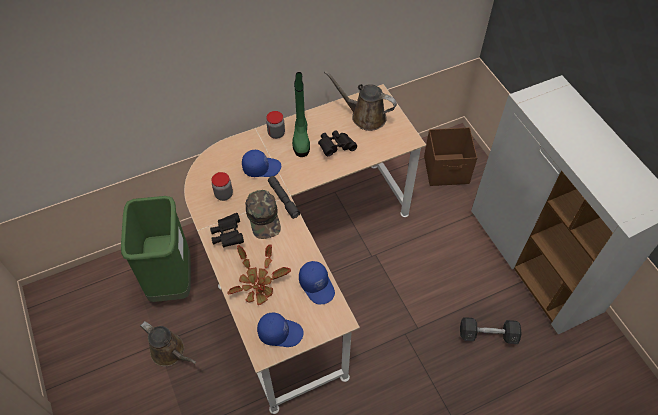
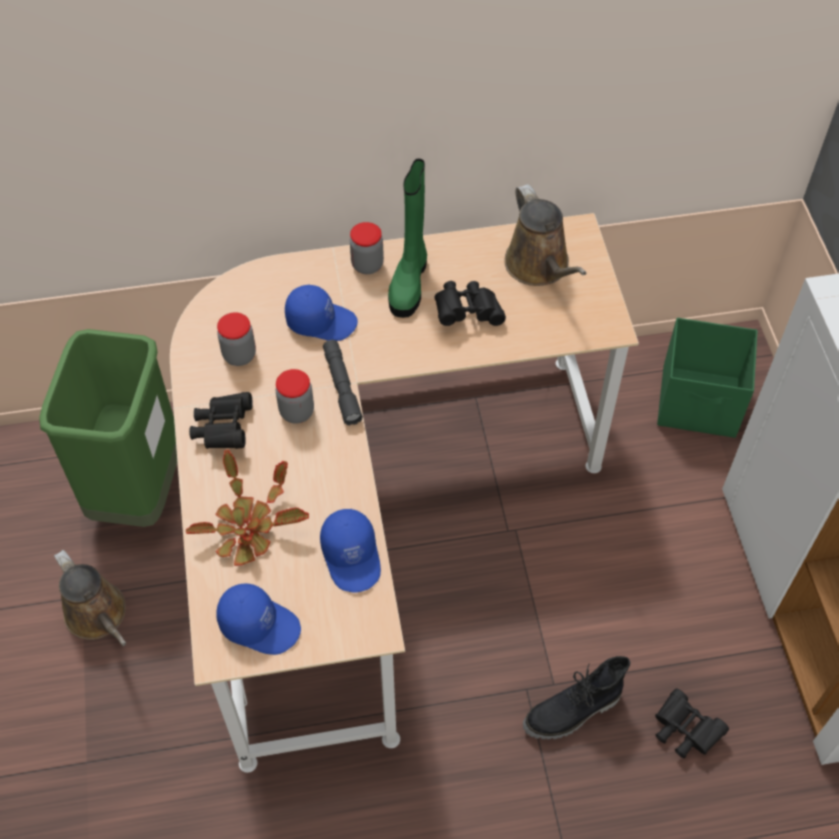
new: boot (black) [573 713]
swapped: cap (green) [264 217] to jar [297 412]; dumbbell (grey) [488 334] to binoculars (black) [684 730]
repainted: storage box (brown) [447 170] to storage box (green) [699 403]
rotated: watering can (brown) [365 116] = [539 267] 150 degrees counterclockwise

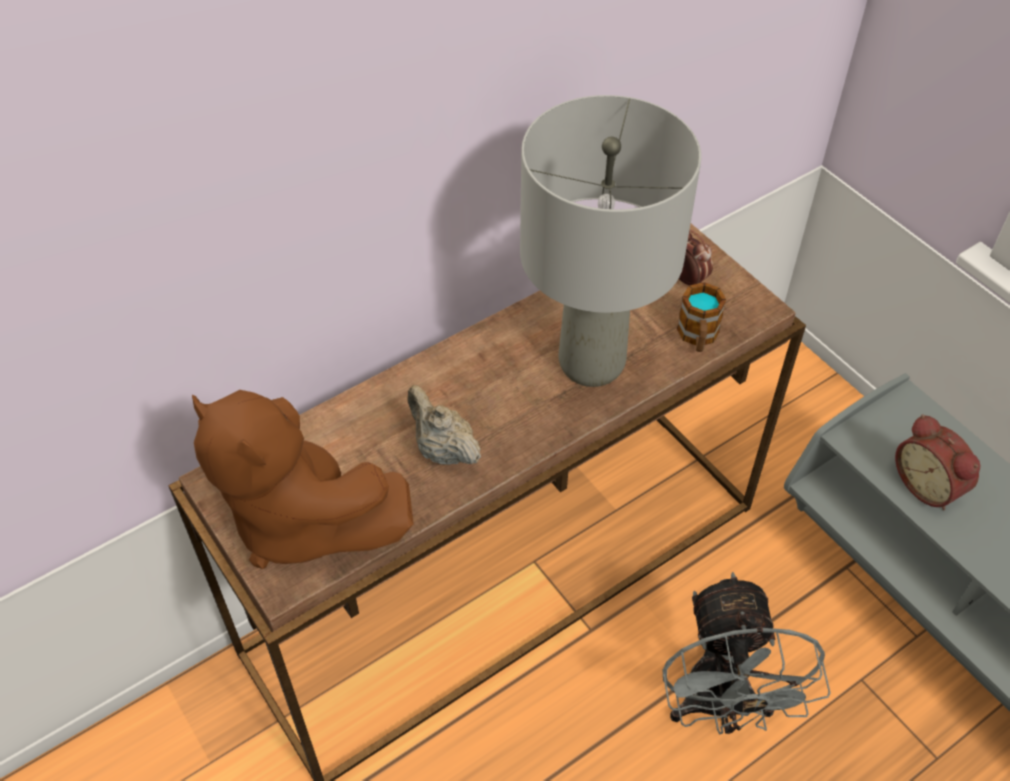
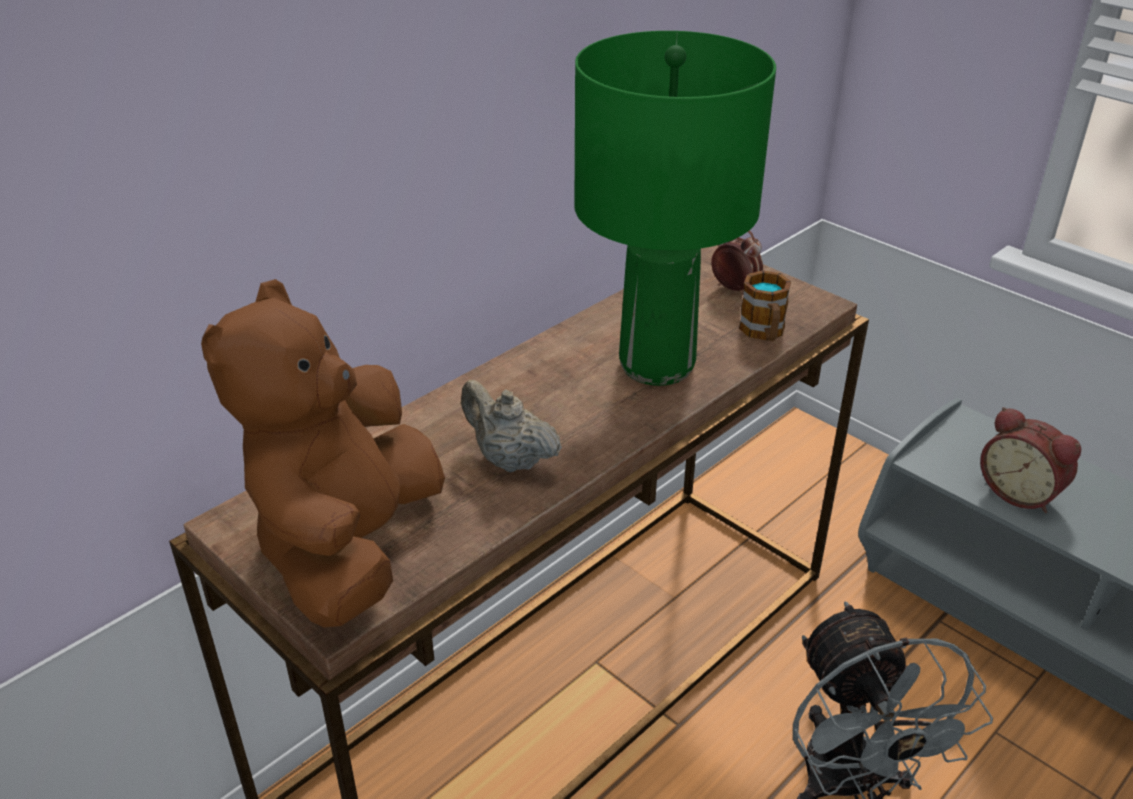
repainted: table lamp (grey) [590 362] to table lamp (green) [655 365]
rotated: plush toy (brown) [301 519] = [348 546] 75 degrees clockwise

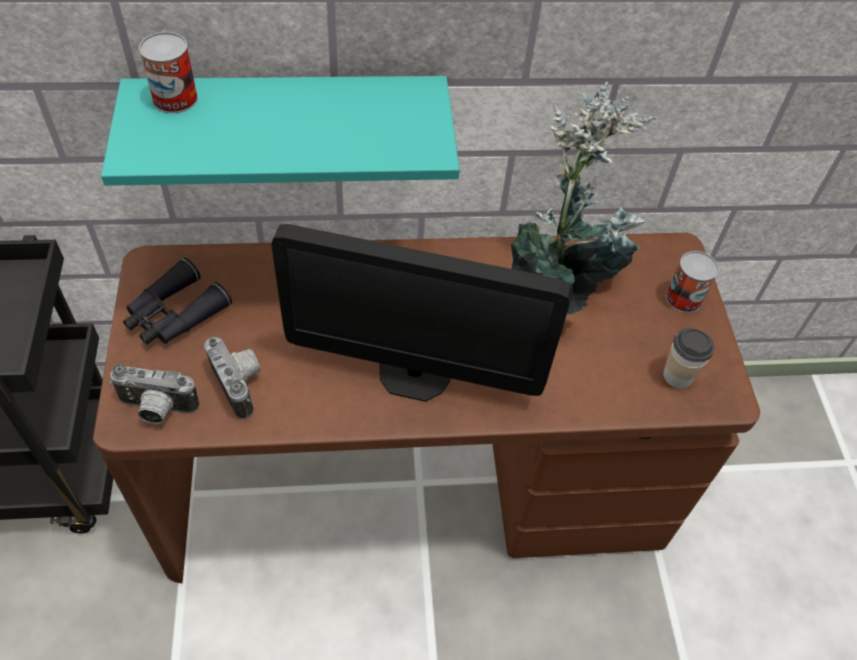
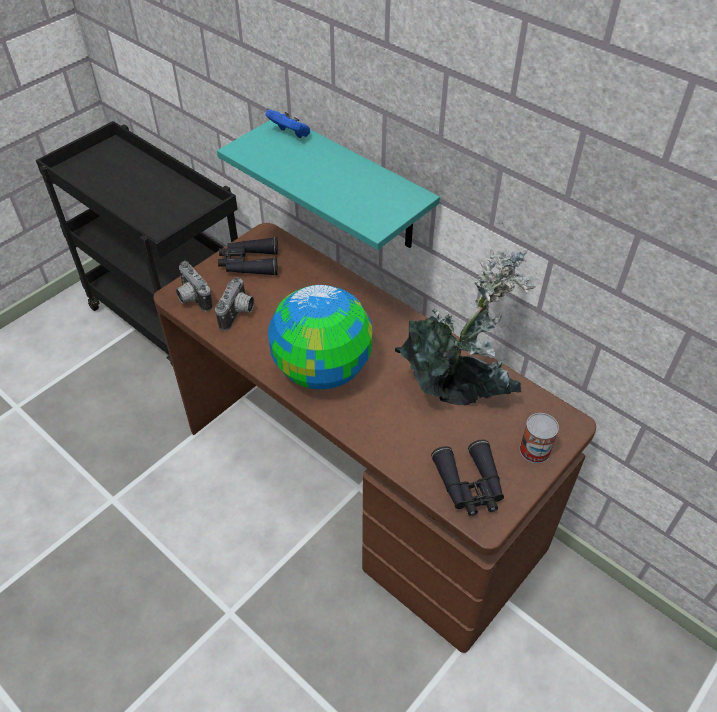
swapped: can [175 98] to game controller (blue) [290 134]; monitor [414 373] to globe [323 370]; cup [677 376] to binoculars (black) [469 485]

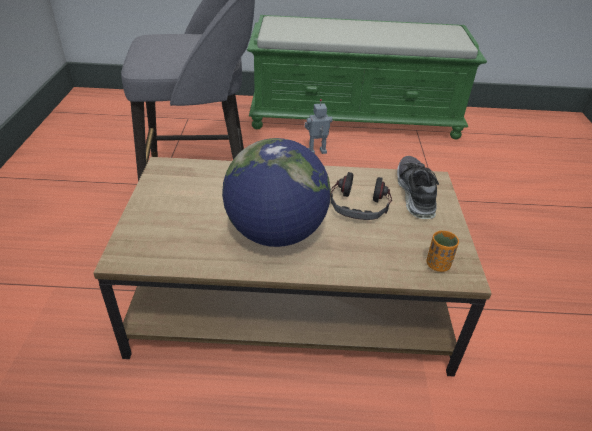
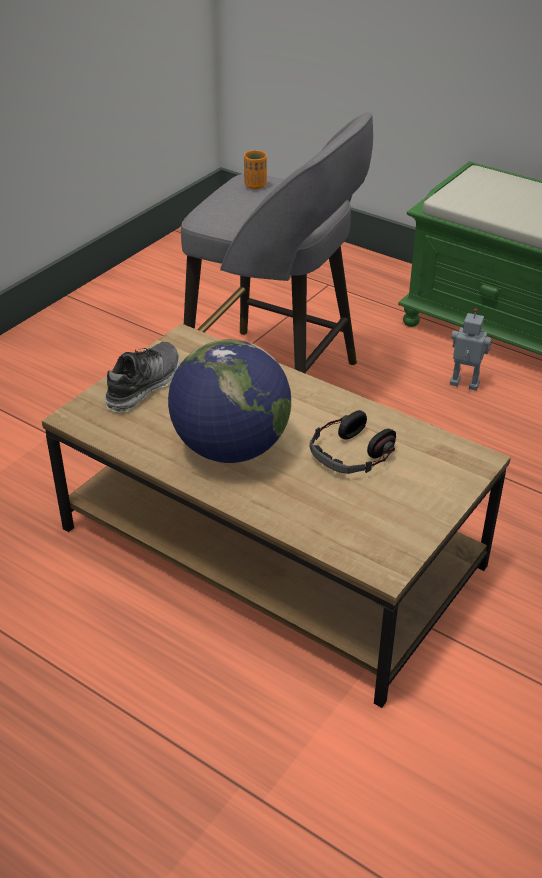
shifted: shoe [414 193] to [144 385]; cup (orange) [438 265] to [255 185]

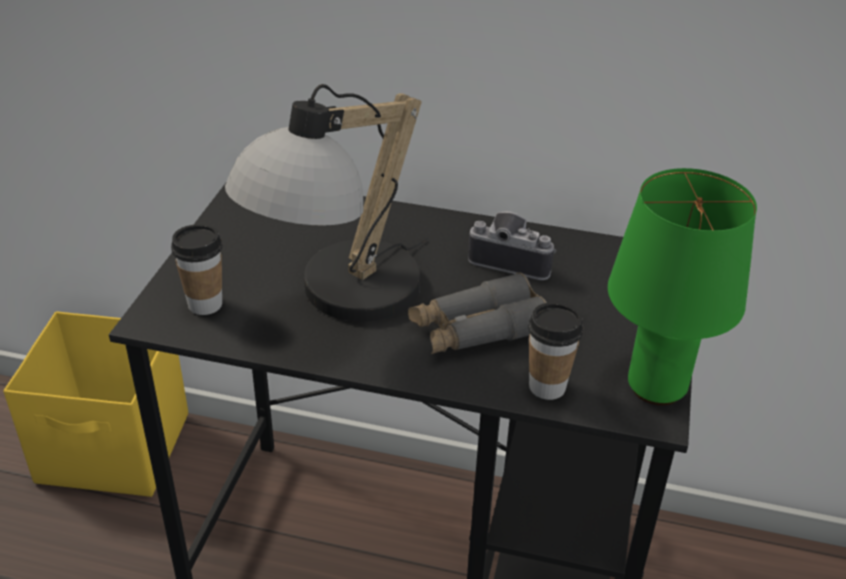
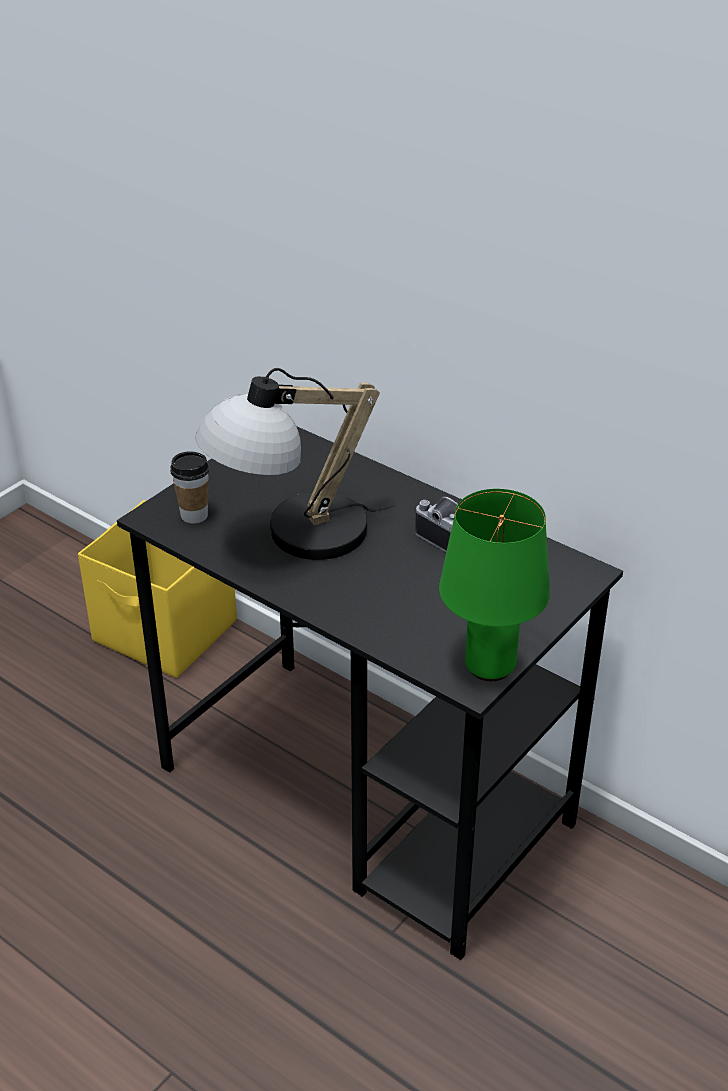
gone: binoculars (grey) [477 329]; cup [547 387]

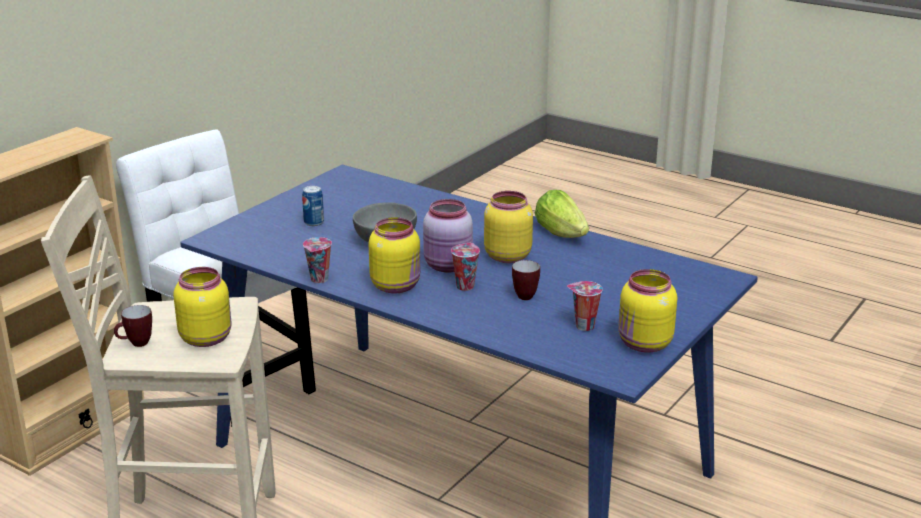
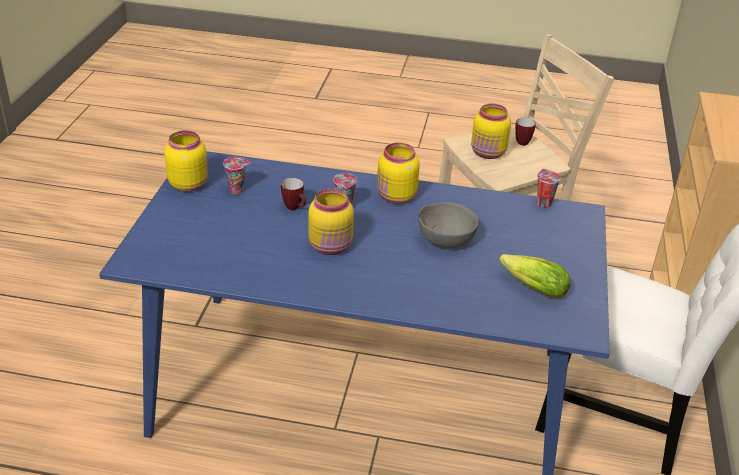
gone: can [314 222]; jar (pink) [449 266]
shifted: cup [319 280] to [543 203]; lettuce [563 234] to [530 287]

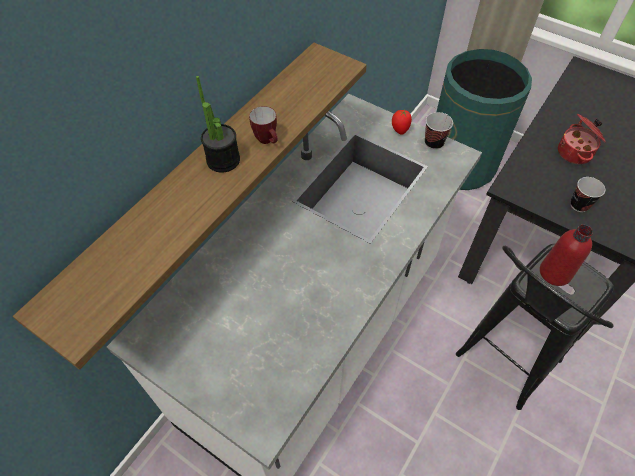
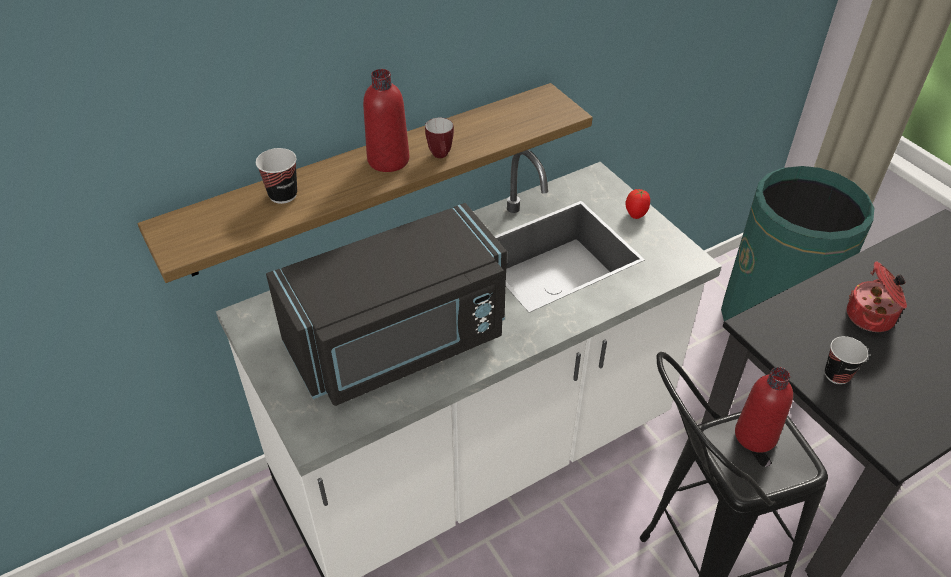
new: microwave (black) [400 343]
shifted: cup [434 143] to [283 195]
swapped: potted plant [223 160] to bottle (red) [388 160]

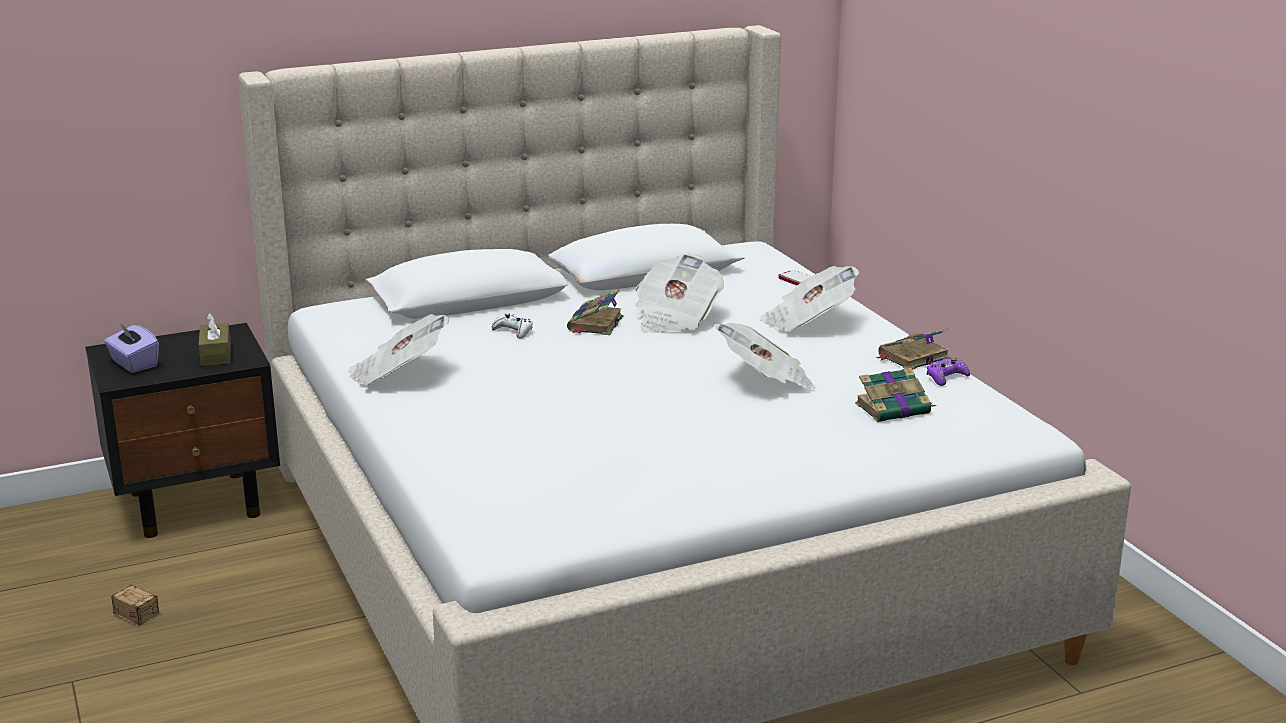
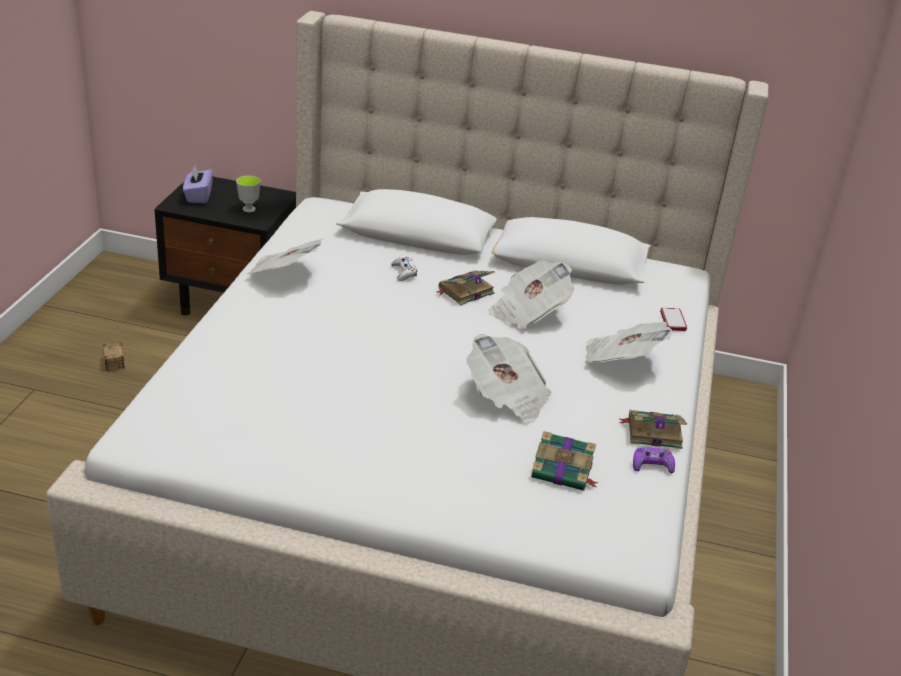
swapped: tissue box (brown) [216 354] to cup [249 209]

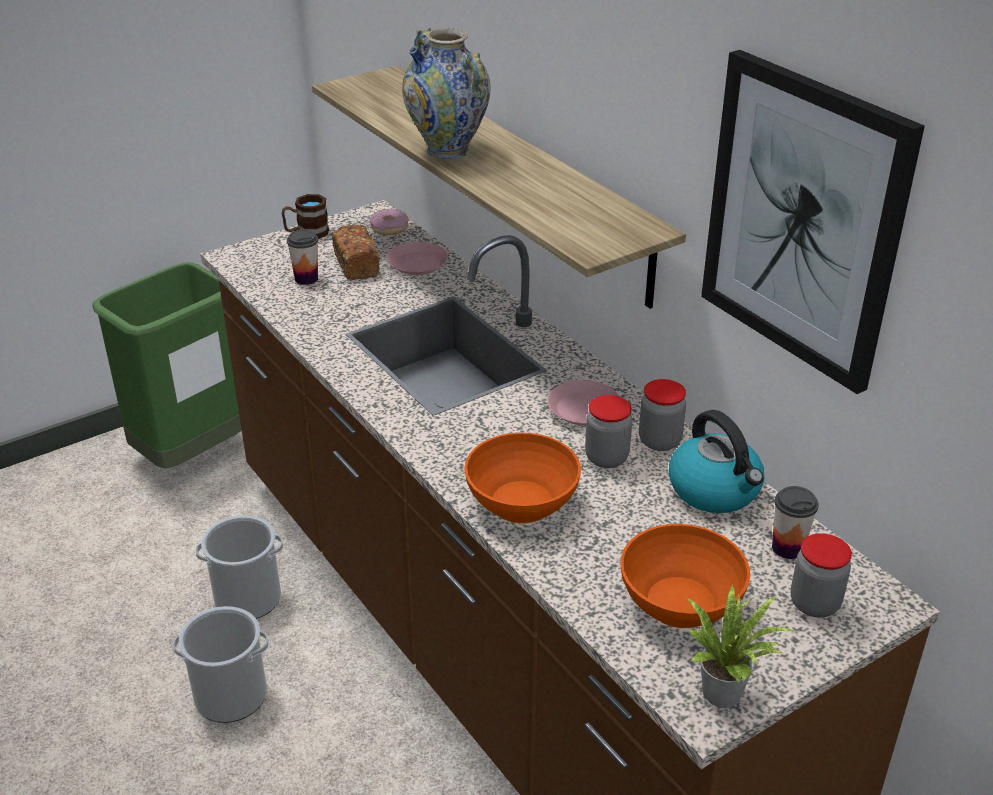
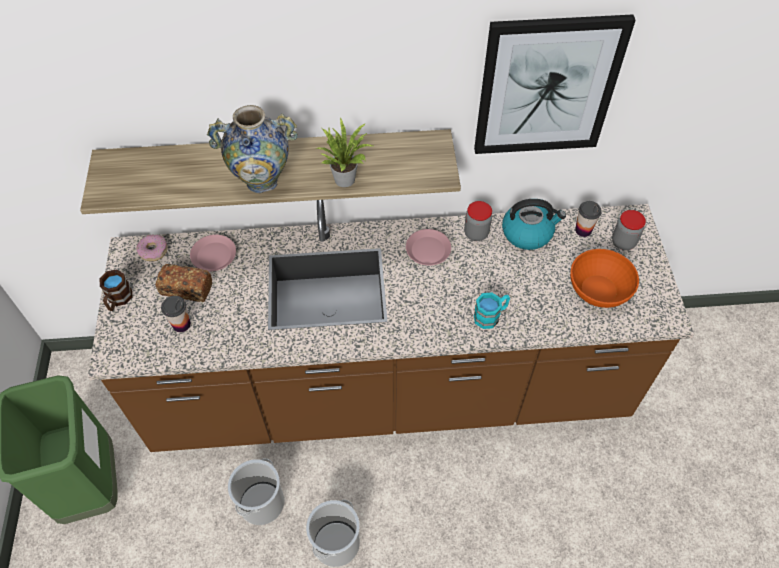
gone: jar [606 458]
shifted: potted plant [726 691] to [345 177]
swapped: bowl (orange) [523 502] to mug (turquoise) [491 316]

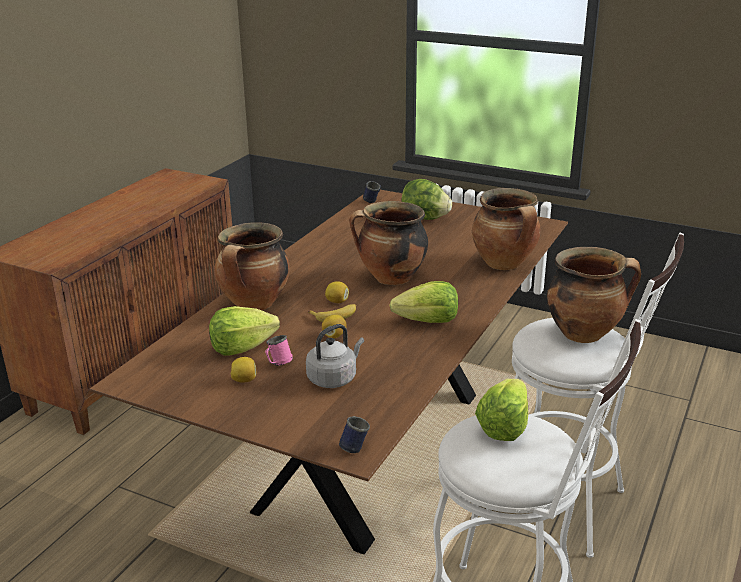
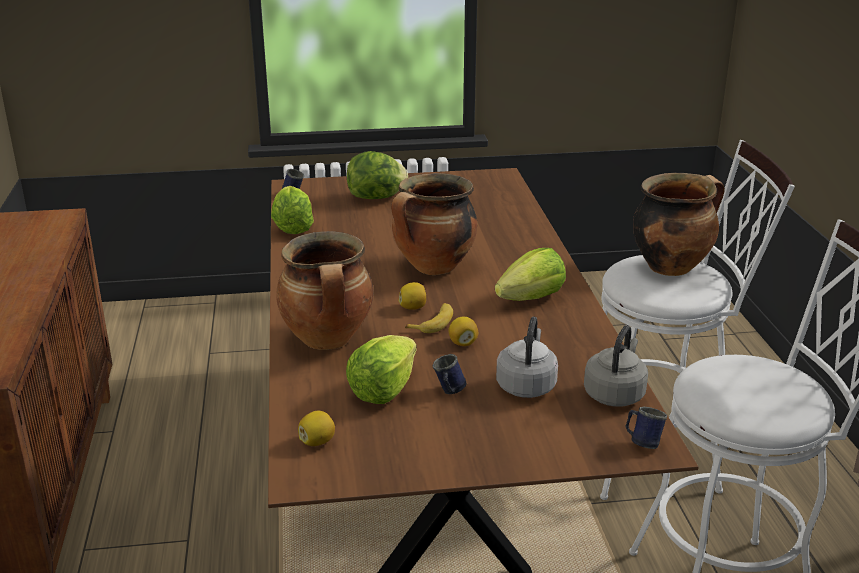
gone: cooking pot [505 264]
new: kettle (grey) [615 394]
shifted: lemon [244 380] to [317 441]; lettuce [504 427] to [292 227]
repainted: mug (pink) [278 364] to mug (blue) [449 392]

